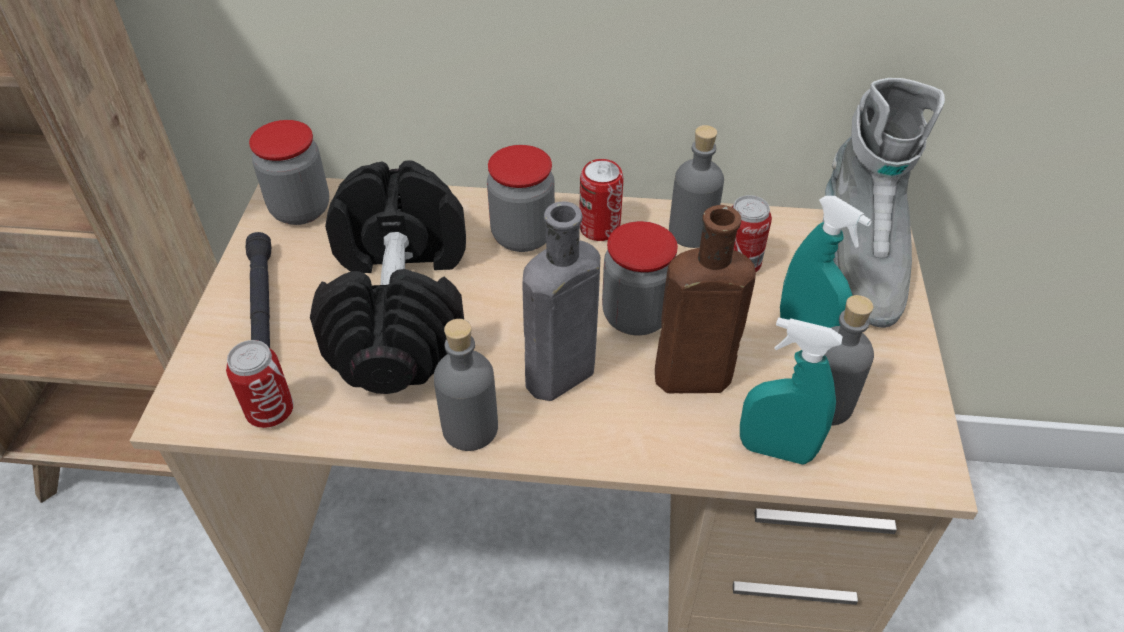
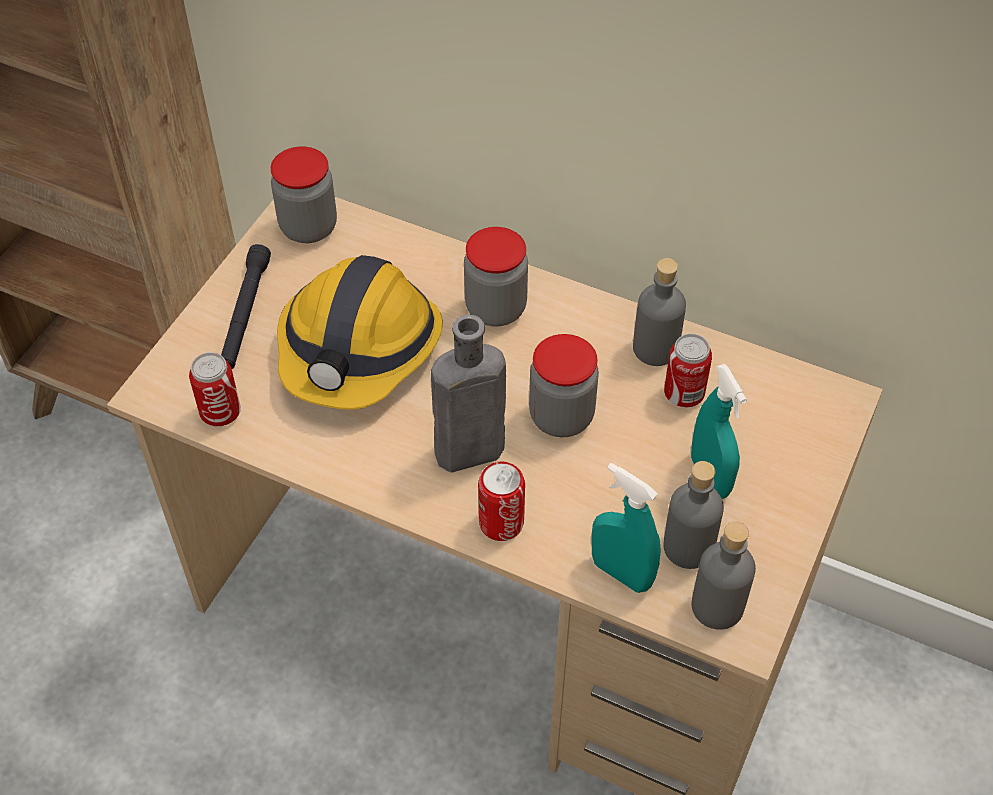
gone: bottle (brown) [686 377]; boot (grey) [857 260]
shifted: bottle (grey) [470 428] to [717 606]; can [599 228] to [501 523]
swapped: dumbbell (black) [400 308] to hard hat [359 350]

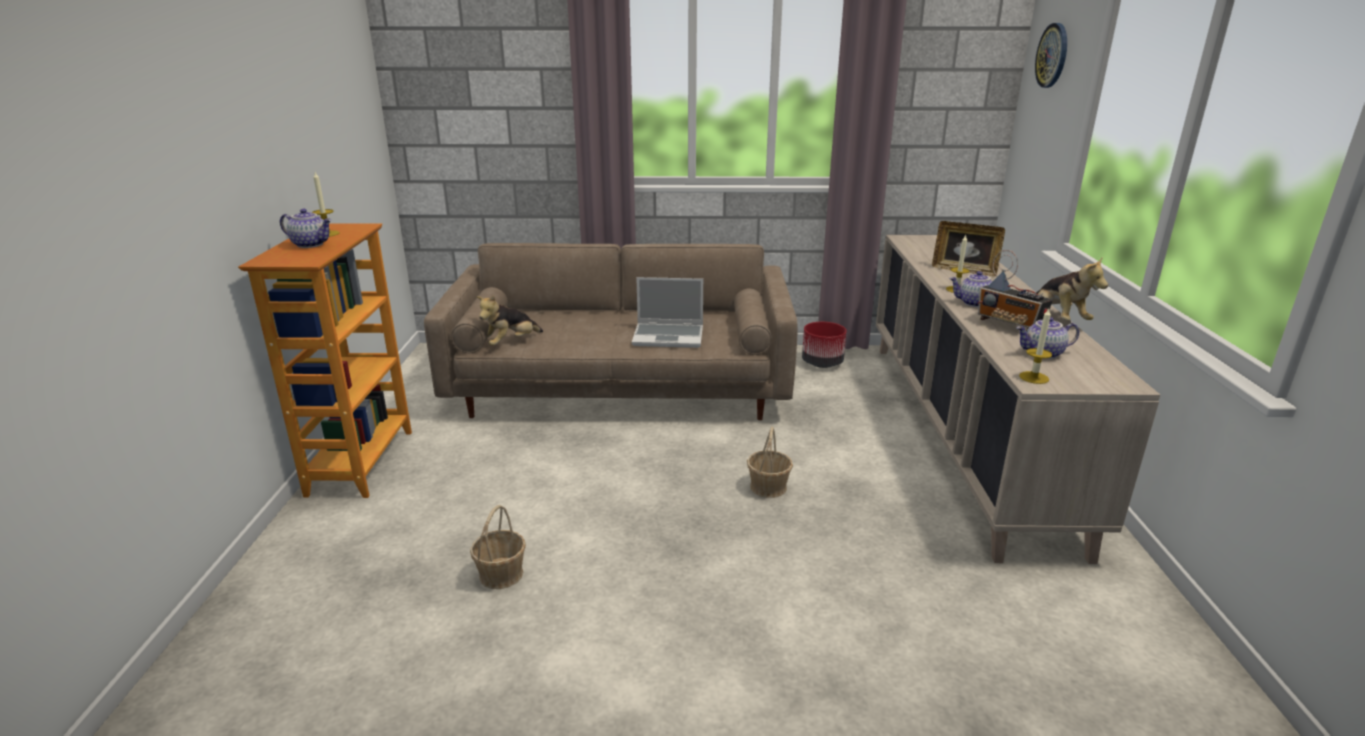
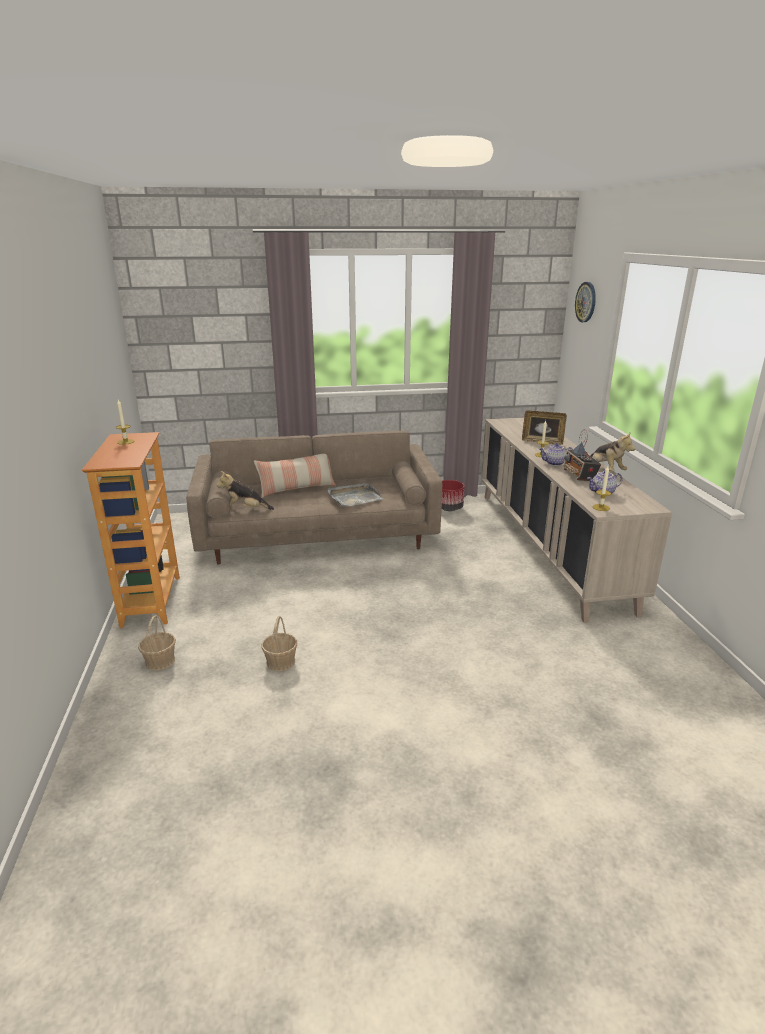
gone: teapot [311 244]
new: pillow [296 489]
shifted: basket [768 487] to [160 661]
swapped: laptop [669 336] to tray (grey) [354 497]
rotated: plush toy [511 343] = [245 509] 60 degrees clockwise; radio [1009 325] = [579 476] 45 degrees clockwise

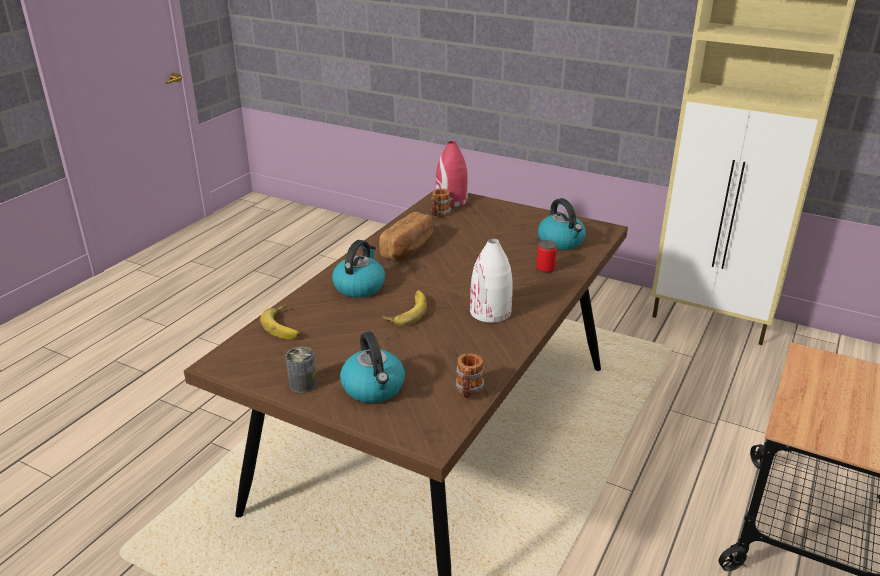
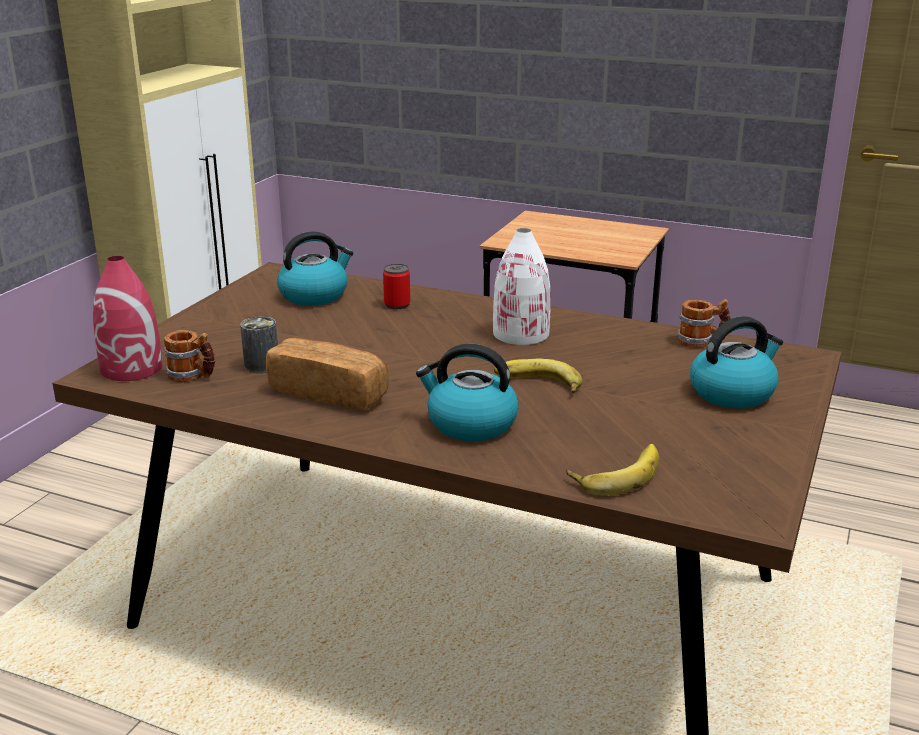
shifted: can [303 384] to [262 365]

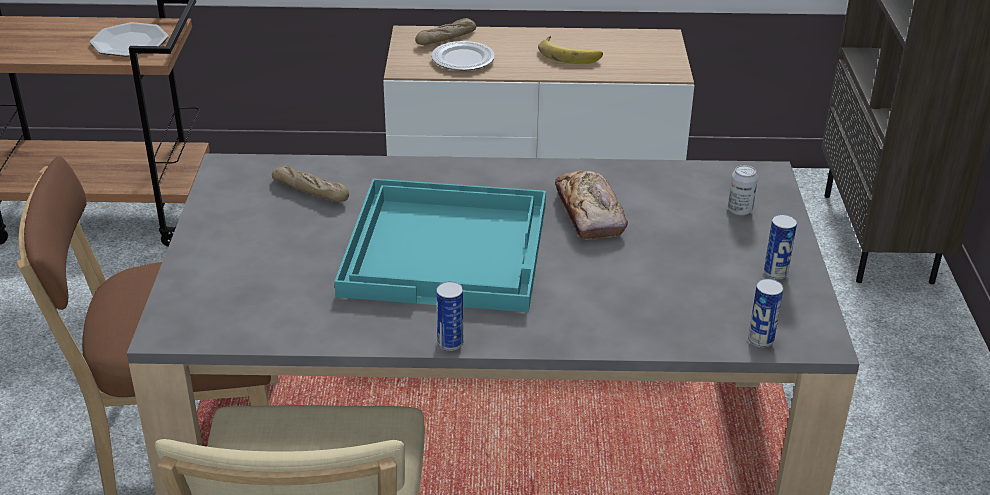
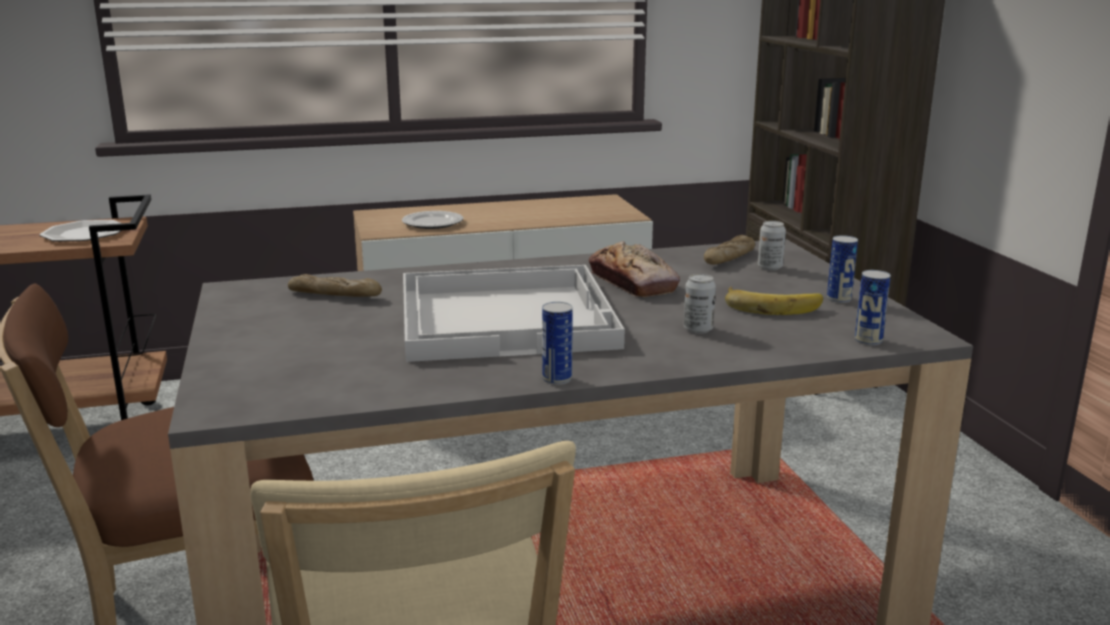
new: can [698 329]
shifted: bread [446 38] to [729 258]; banana [570 54] to [772 305]
repainted: tray (turquoise) [448 247] to tray (white) [507 316]

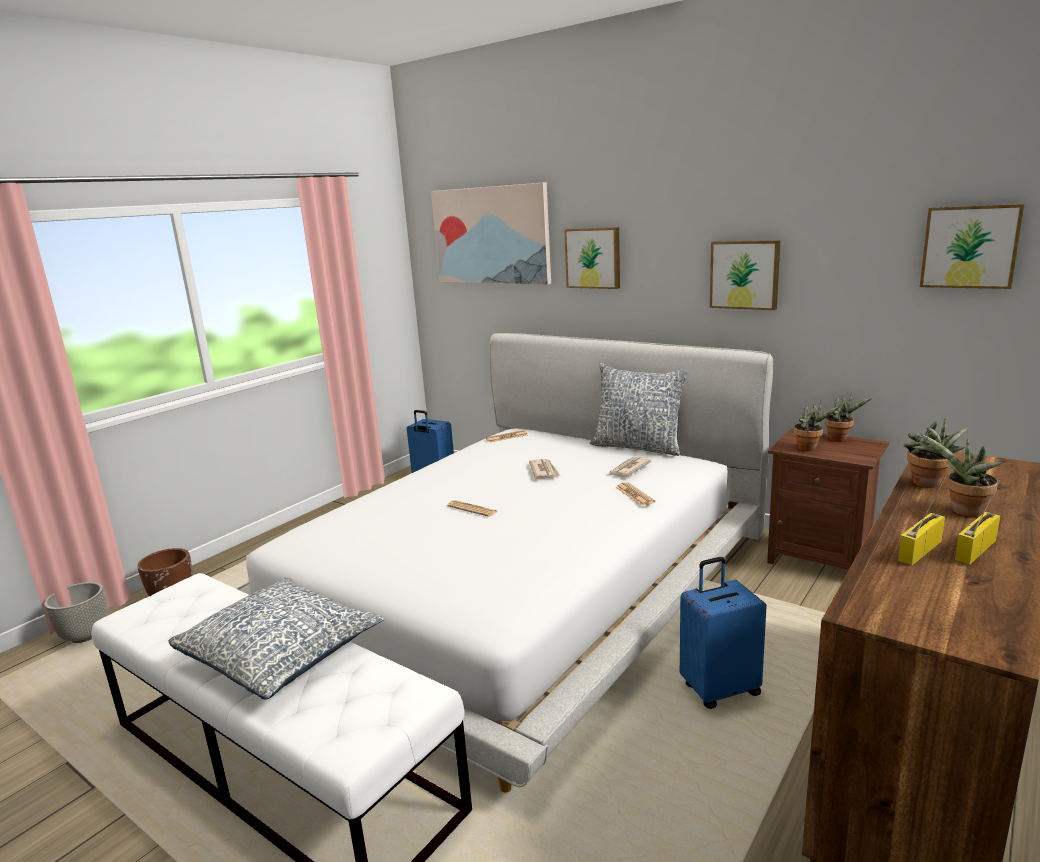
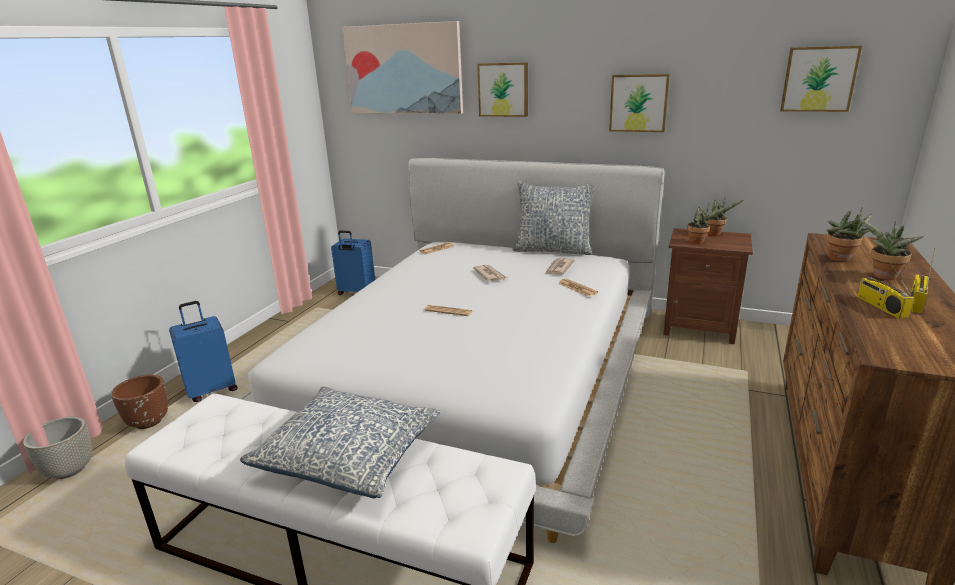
shifted: suitcase (blue) [719 689] to [212 390]
rotated: radio [919 550] = [879 306] 45 degrees counterclockwise

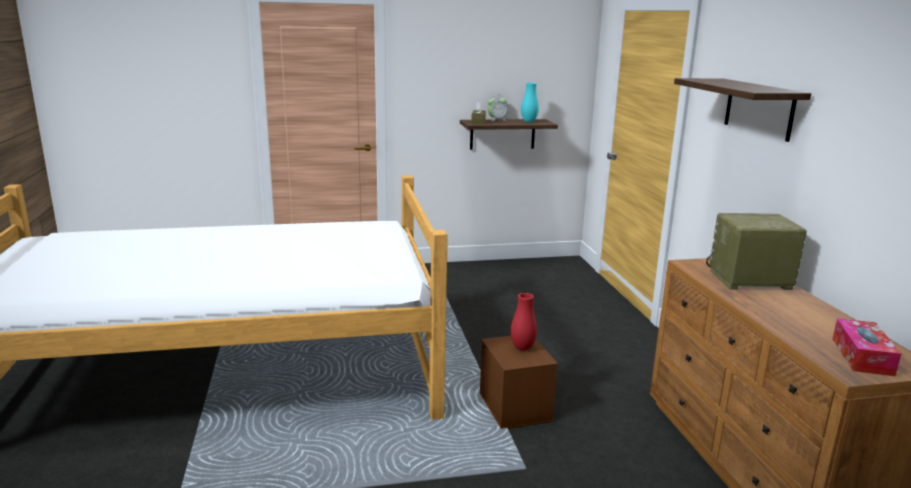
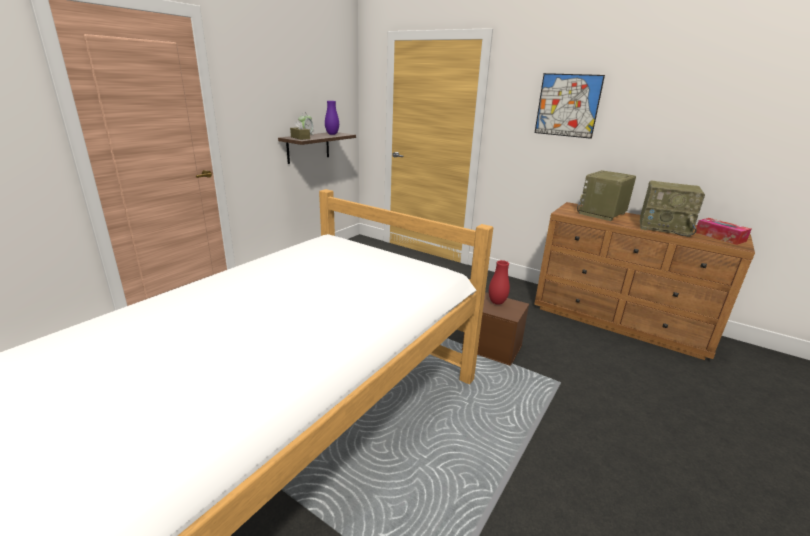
new: radio [664 228]
swapped: shelf [759 109] to picture [567 105]
repainted: vase (turquoise) [529 122] to vase (purple) [332 134]

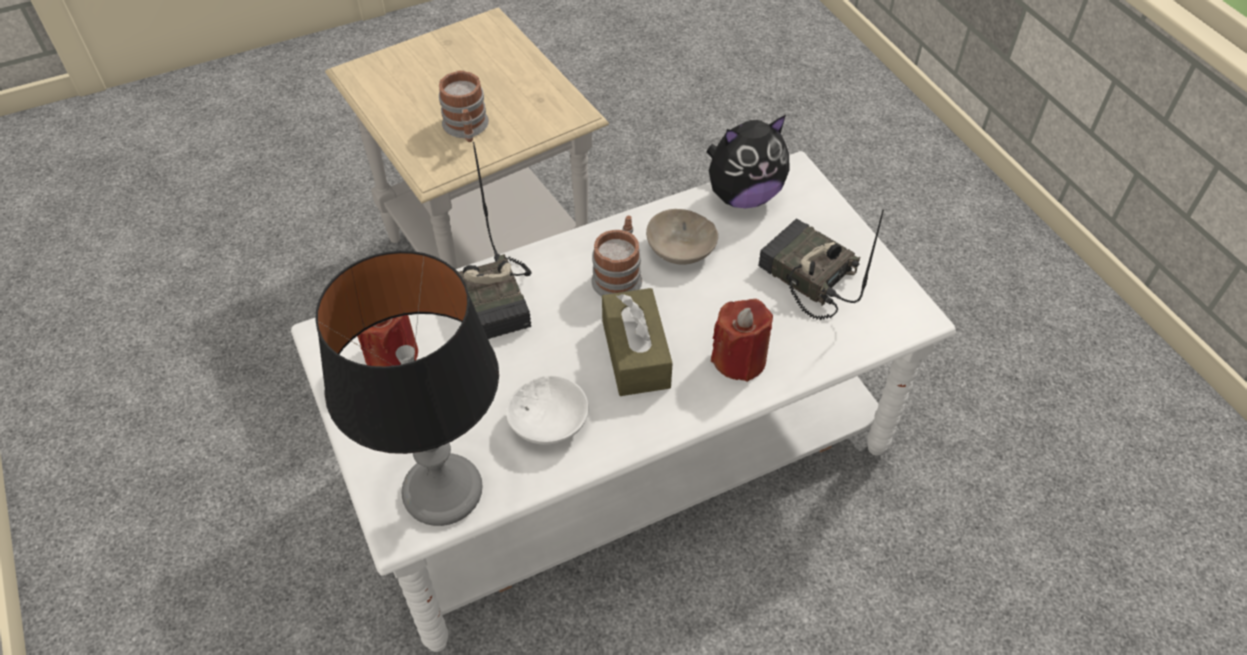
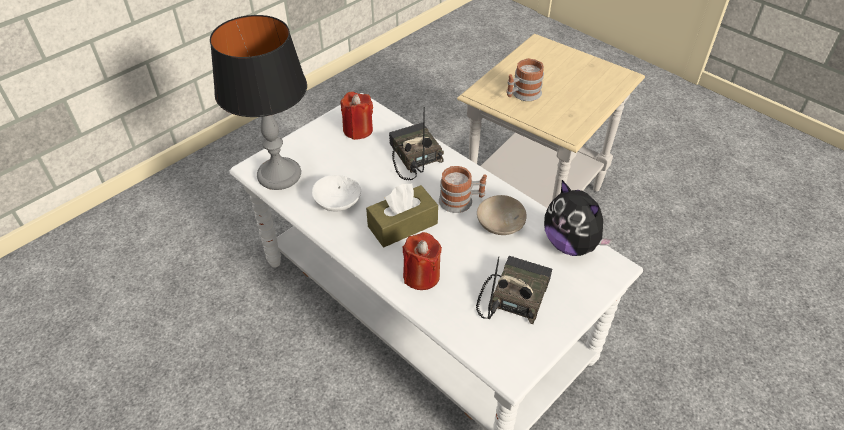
rotated: radio [496 302] = [413 156] 105 degrees clockwise

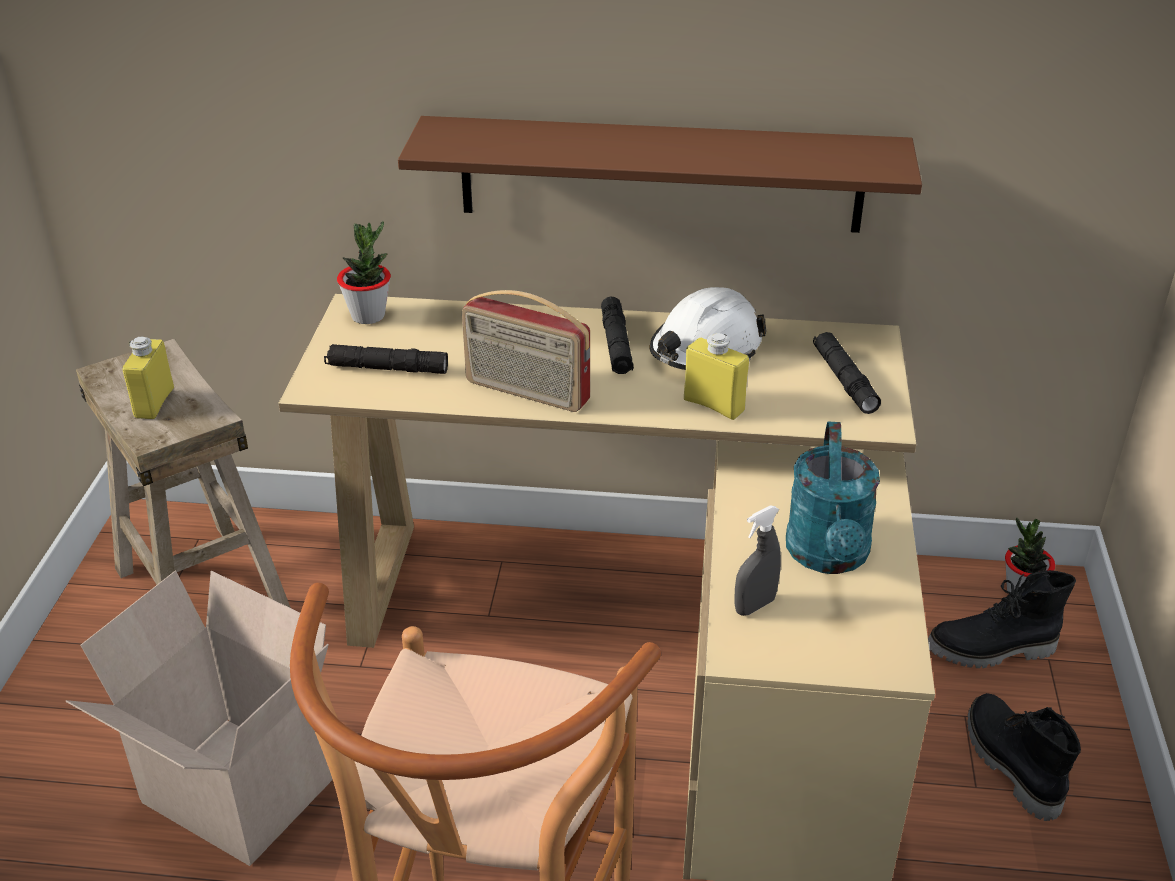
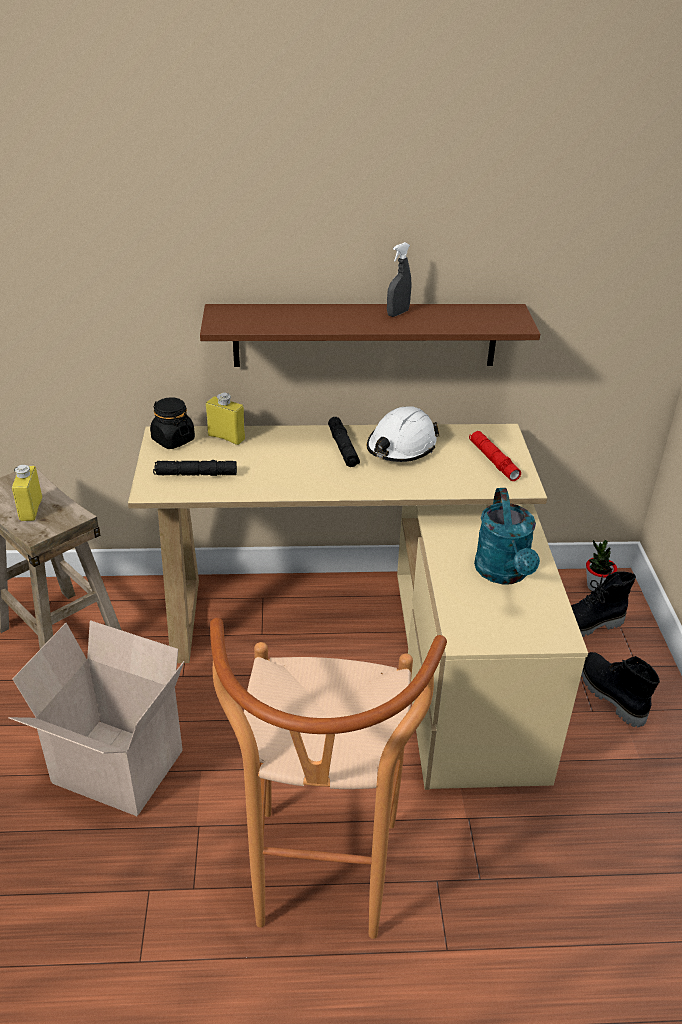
gone: radio [526 392]
shifted: bottle (yellow) [714 405] to [226 437]; spray bottle (grey) [754 606] to [397 313]
swapped: potted plant [368 316] to jar (black) [173 440]
repainted: flashlight (black) [844 380] to flashlight (red) [493 461]

